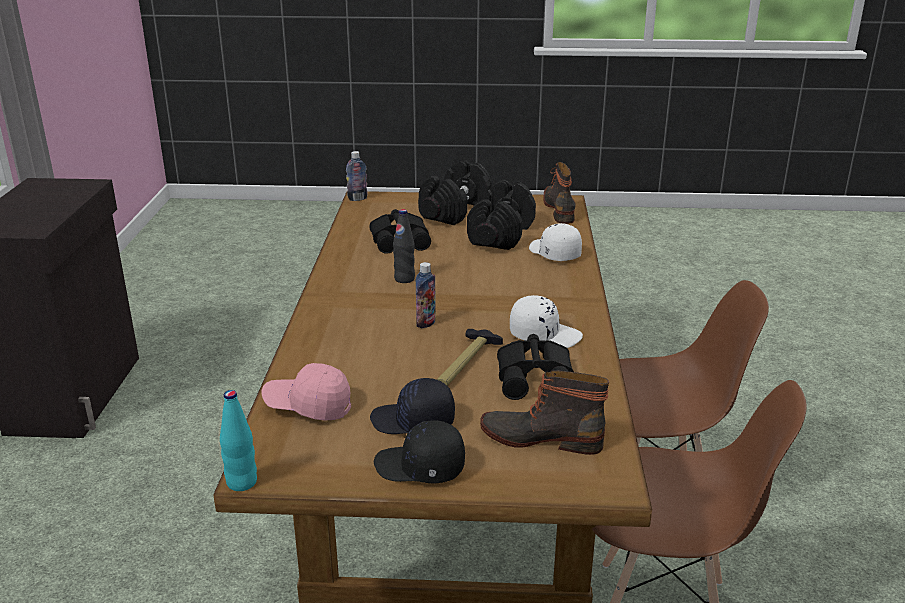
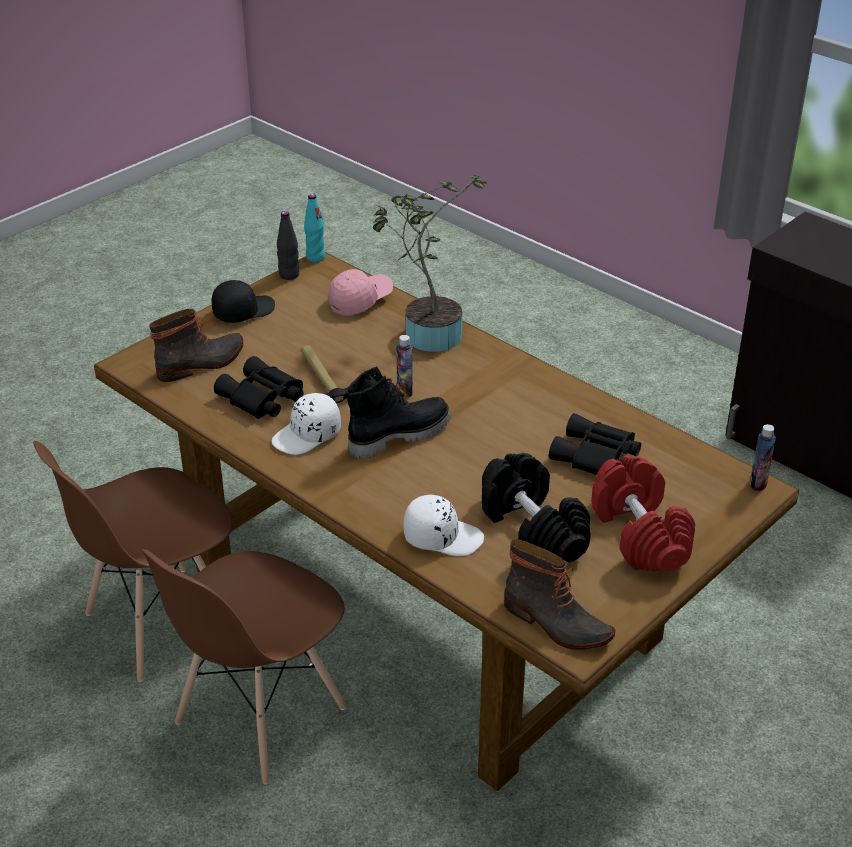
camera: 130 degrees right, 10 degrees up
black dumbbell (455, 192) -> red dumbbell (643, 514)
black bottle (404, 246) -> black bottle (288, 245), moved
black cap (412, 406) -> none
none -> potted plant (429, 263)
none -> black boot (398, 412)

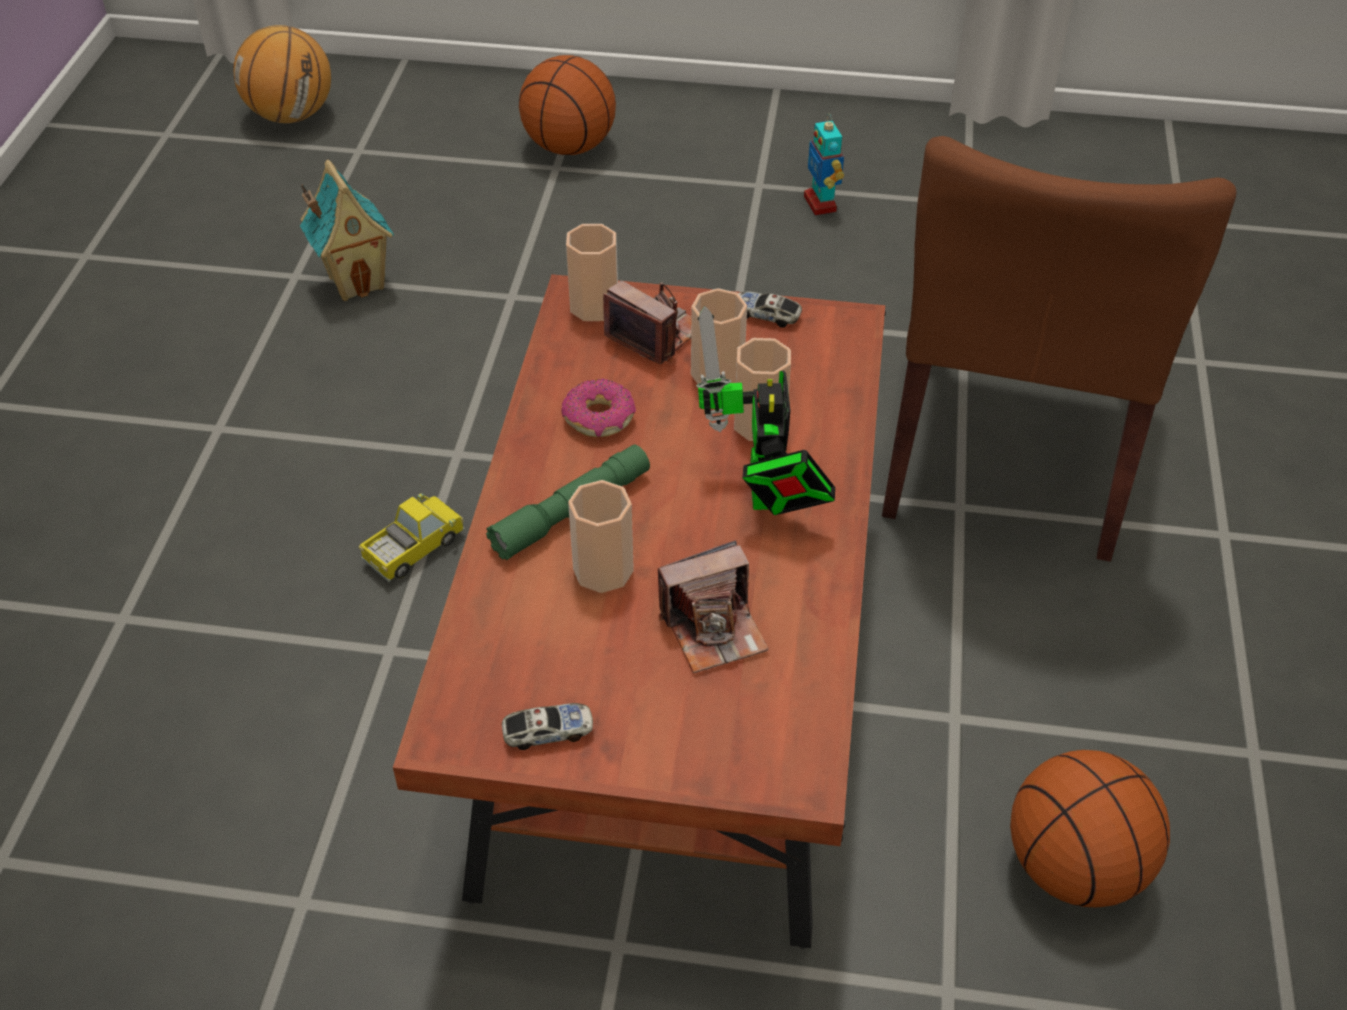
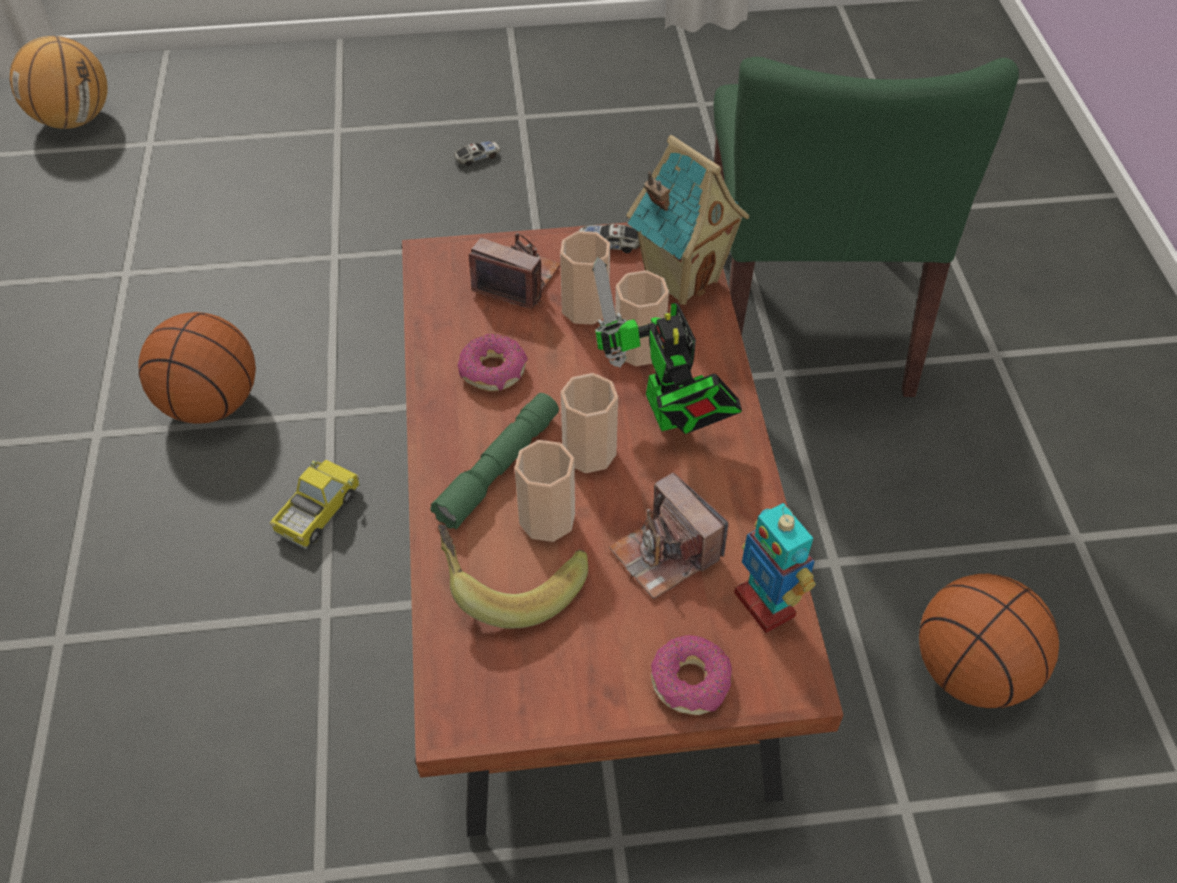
camera: 15 degrees left, 5 degrees up
basketball (567, 105) -> basketball (197, 368), moved
toy robot (824, 164) -> toy robot (775, 568), moved
brown chair (1059, 349) -> green chair (866, 227)
toy house (347, 230) -> toy house (687, 220), moved
cup (592, 272) -> cup (589, 423), moved
photo camera (713, 606) -> photo camera (669, 535), 90 degrees clockwise
toy car (547, 726) -> toy car (477, 153), moved
none -> banana (513, 576)
none -> donut (691, 675)

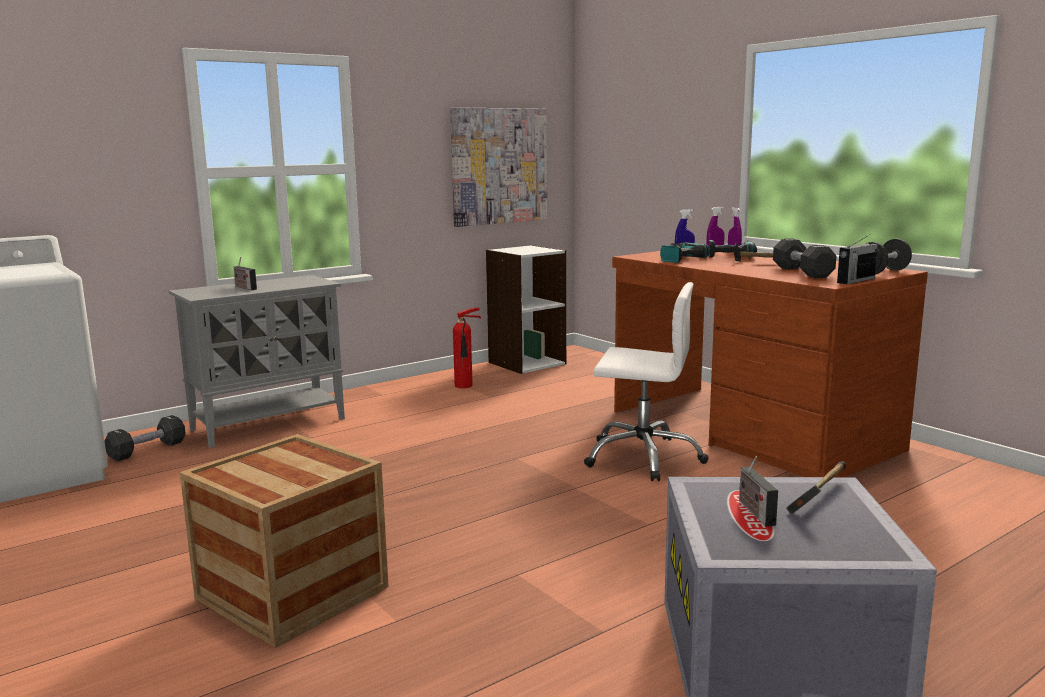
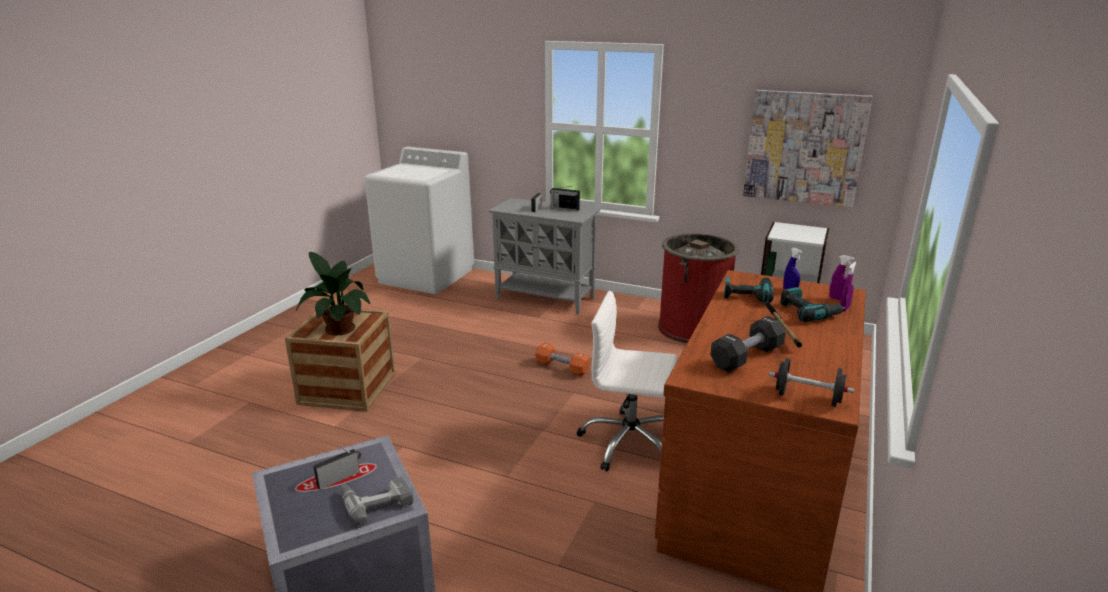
camera: 60 degrees right, 10 degrees up
radio (857, 259) -> radio (565, 198), moved
white office chair (646, 381) -> white office chair (627, 381), 120 degrees clockwise
fire extinguisher (467, 348) -> red trash can (698, 288)
black dumbbell (145, 438) -> none
hammer (816, 487) -> power drill (377, 501)
none -> potted plant (333, 294)
none -> orange dumbbell (562, 359)

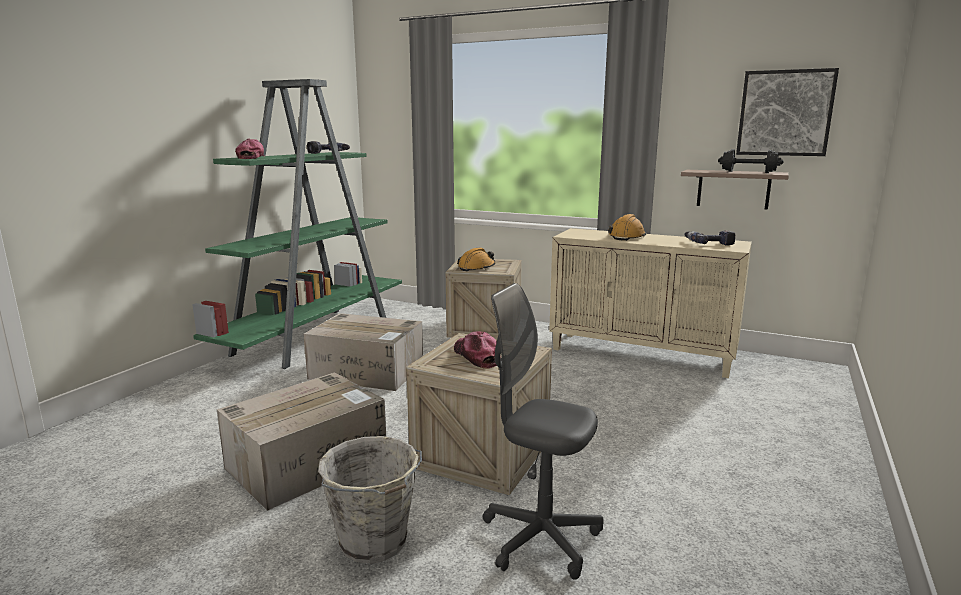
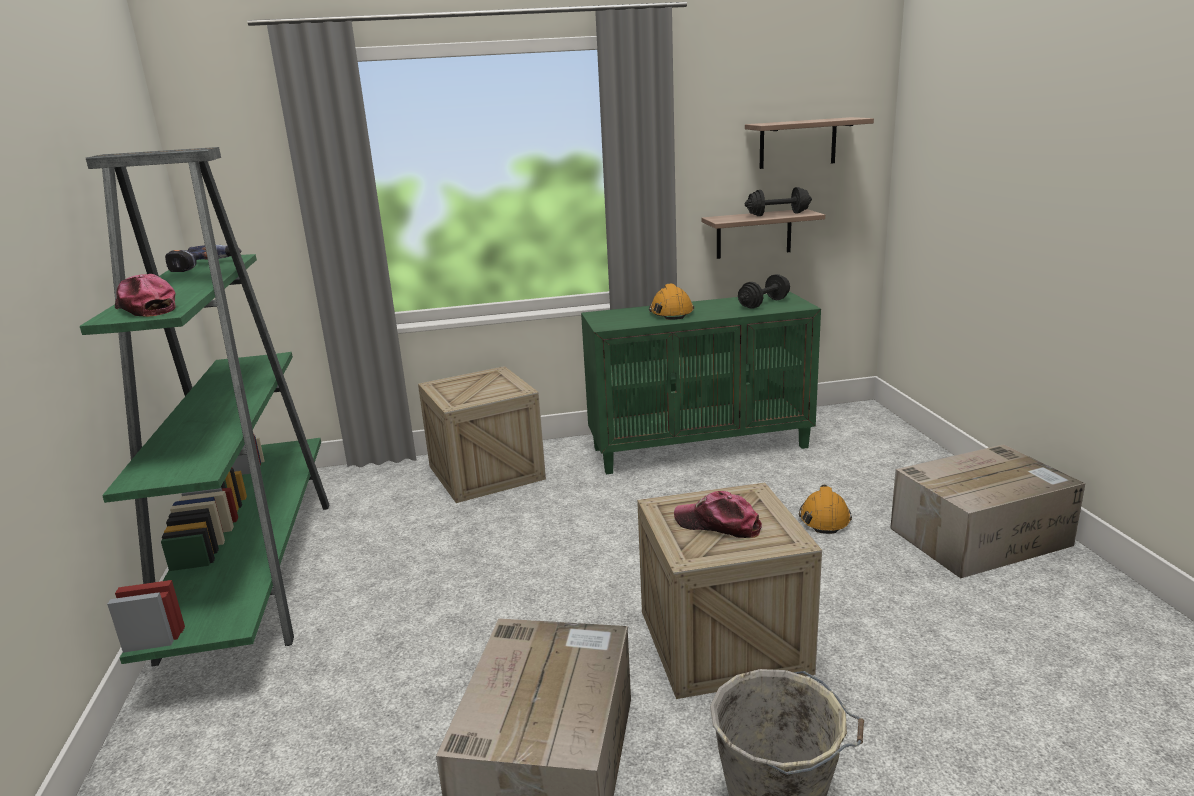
camera: 35 degrees left, 5 degrees up
picture (787, 112) -> shelf (809, 143)
beige cabinet (650, 303) -> green cabinet (701, 383)
power drill (710, 238) -> black dumbbell (764, 291)
orange hard hat (476, 259) -> orange hard hat (825, 509), moved
grey office chair (543, 431) -> none
cardboard box (363, 352) -> cardboard box (987, 511), moved

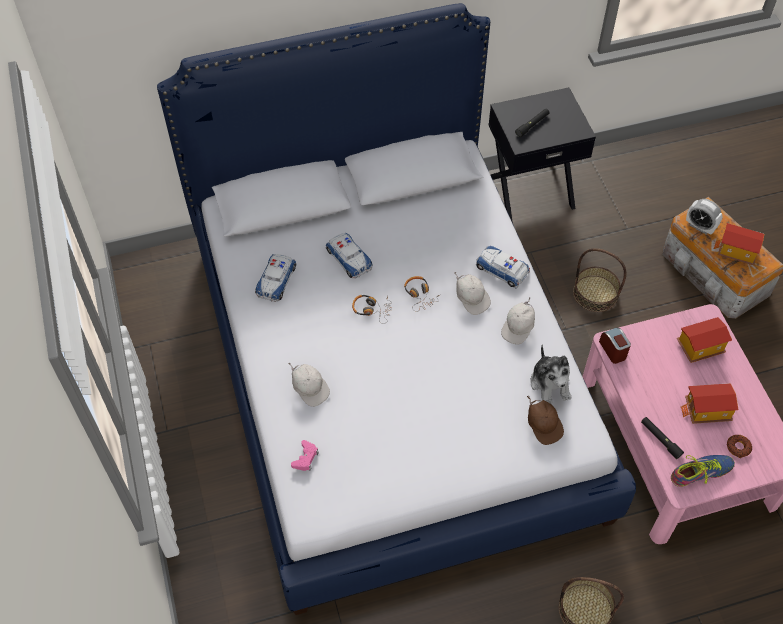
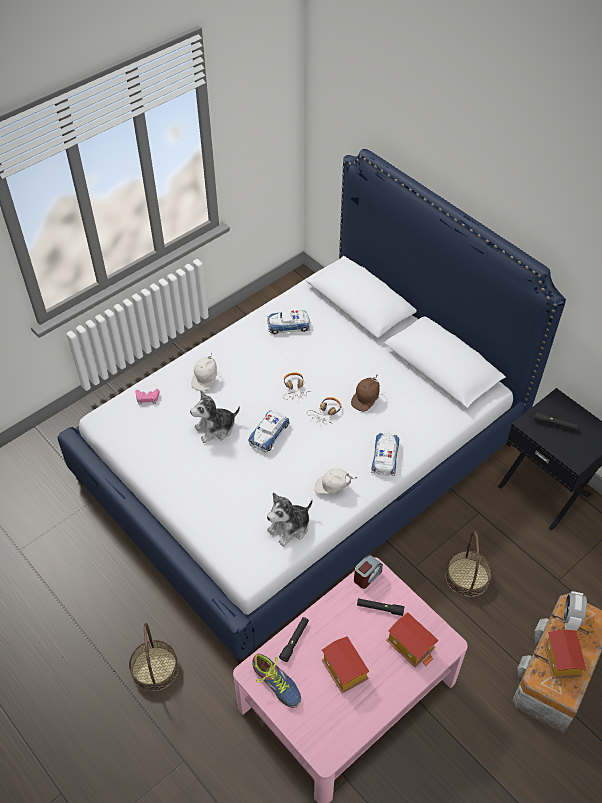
camera: 65 degrees right, 5 degrees down
toy car (349, 256) -> toy car (269, 431), moved
white cap (472, 293) -> none
brown cap (545, 420) -> brown cap (365, 393), moved
donut (739, 446) -> none
none -> plush toy (215, 417)
none -> black flashlight (381, 607)

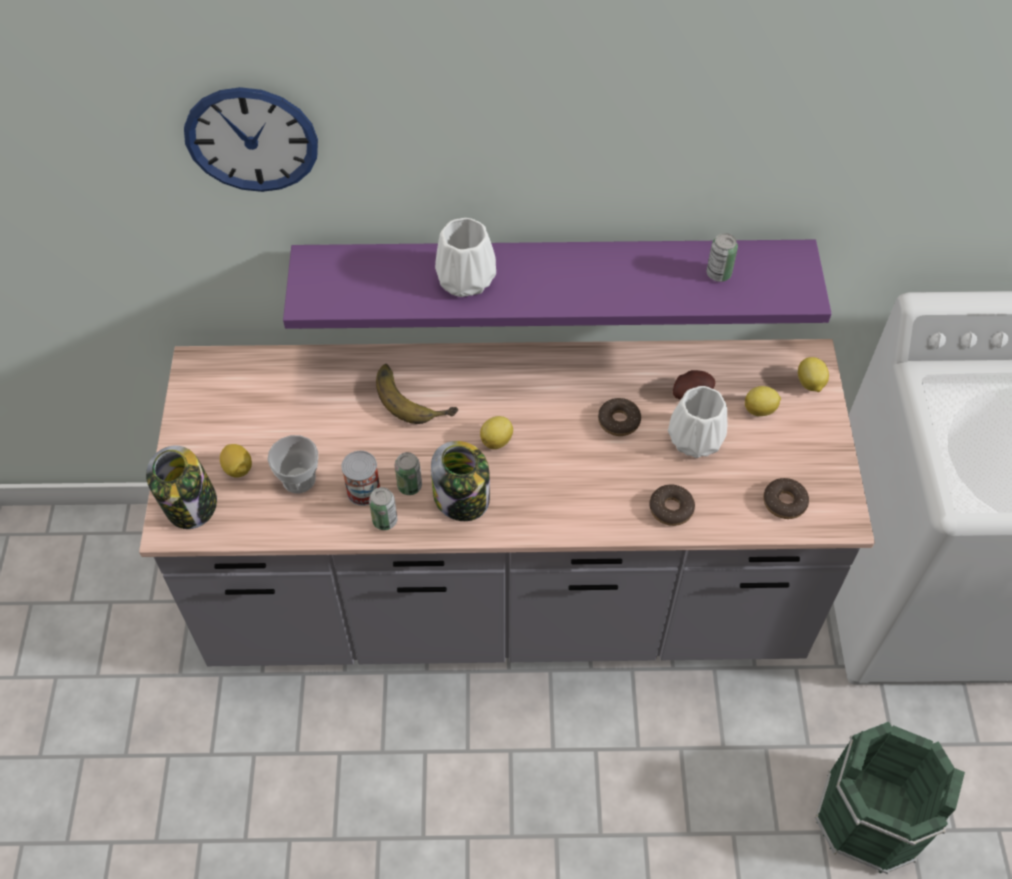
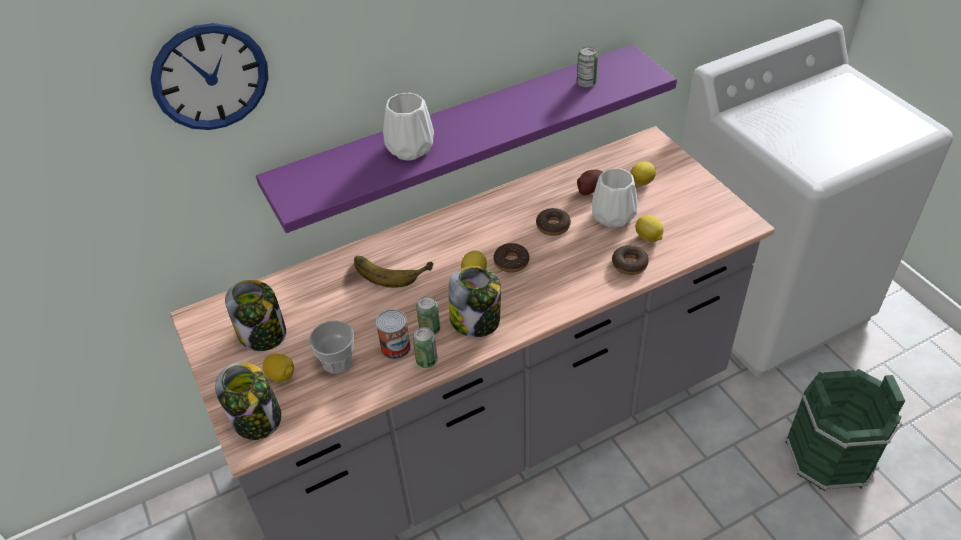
camera: 25 degrees left, 10 degrees down
lemon (813, 374) -> lemon (650, 228), moved
donut (786, 498) -> donut (511, 258), moved
none -> jar (255, 315)

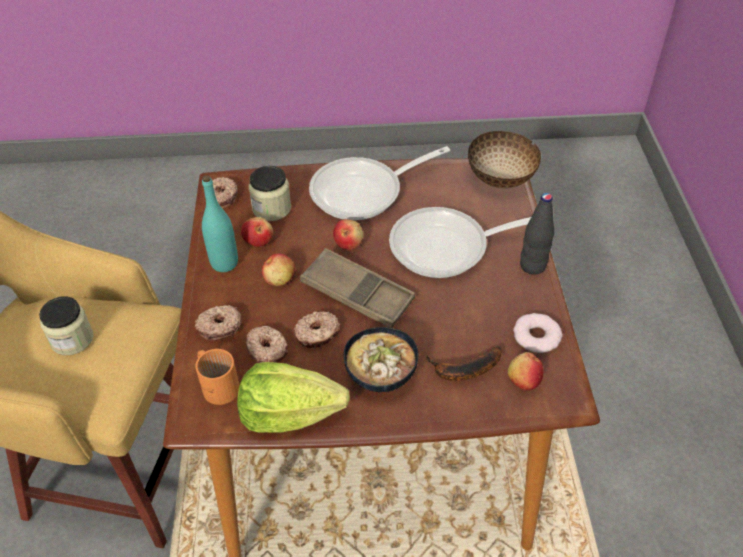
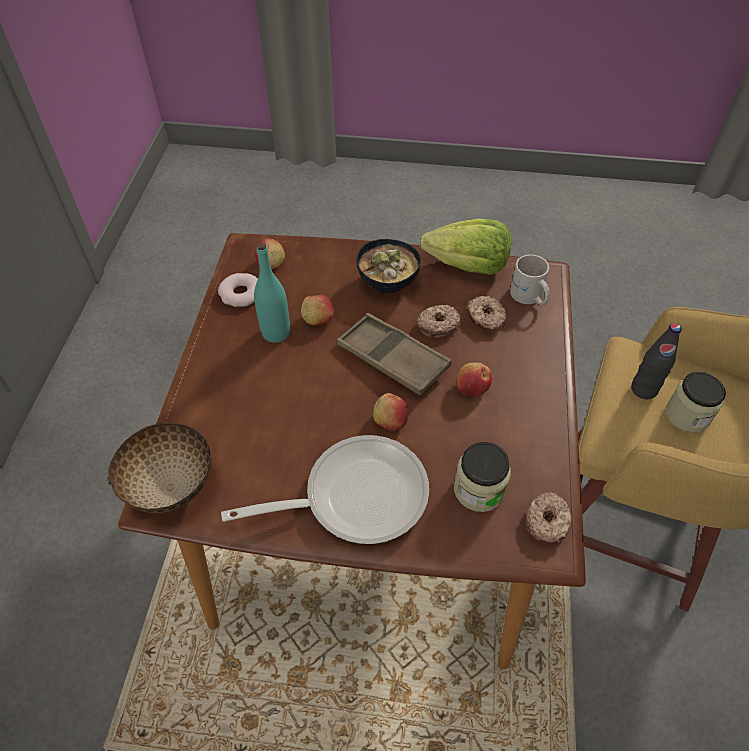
camera: 170 degrees left, 5 degrees up
turquoise bottle (220, 223) -> turquoise bottle (272, 293), moved
black bottle (537, 234) -> black bottle (656, 361), moved
frying pan (460, 242) -> none
apple (257, 232) -> apple (317, 310), moved
donut (218, 323) -> none
banana (464, 363) -> none
orange mug (217, 377) -> white mug (530, 279)

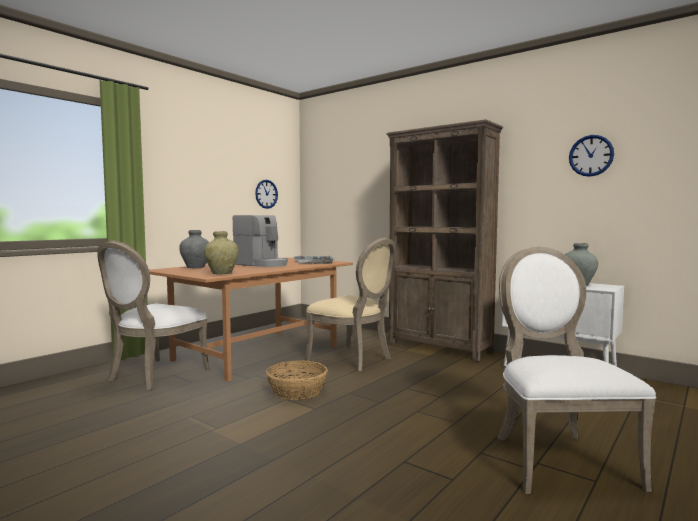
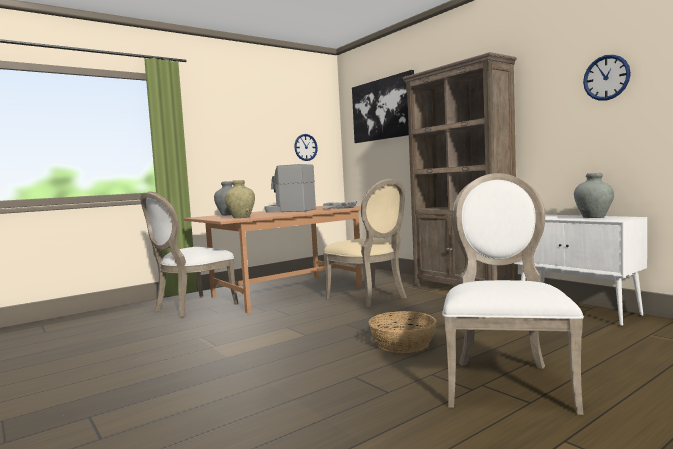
camera: 15 degrees right, 0 degrees up
coffee machine (260, 241) -> coffee machine (290, 188), 150 degrees clockwise
basket (297, 380) -> basket (402, 332), moved
none -> picture (383, 106)

